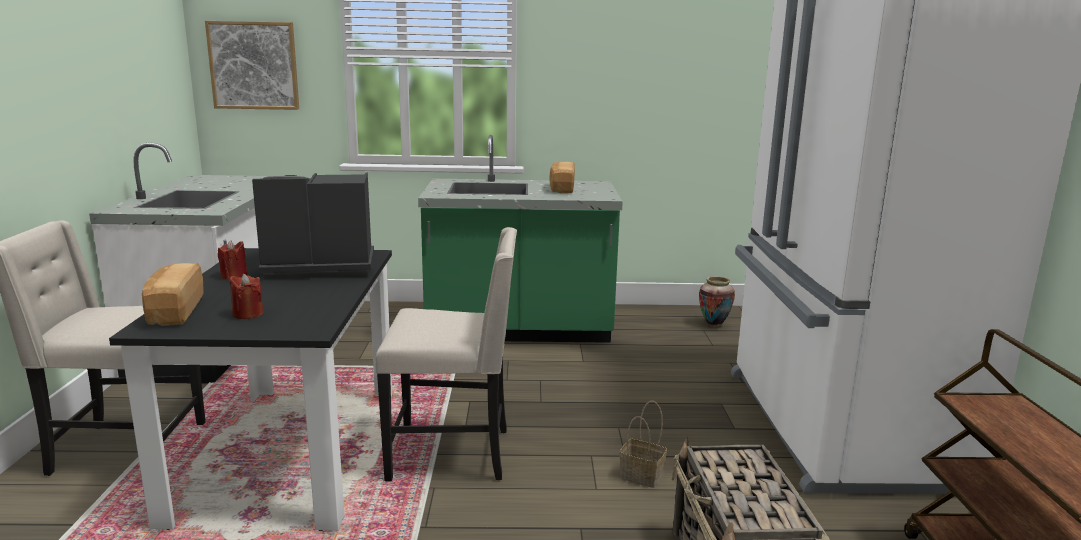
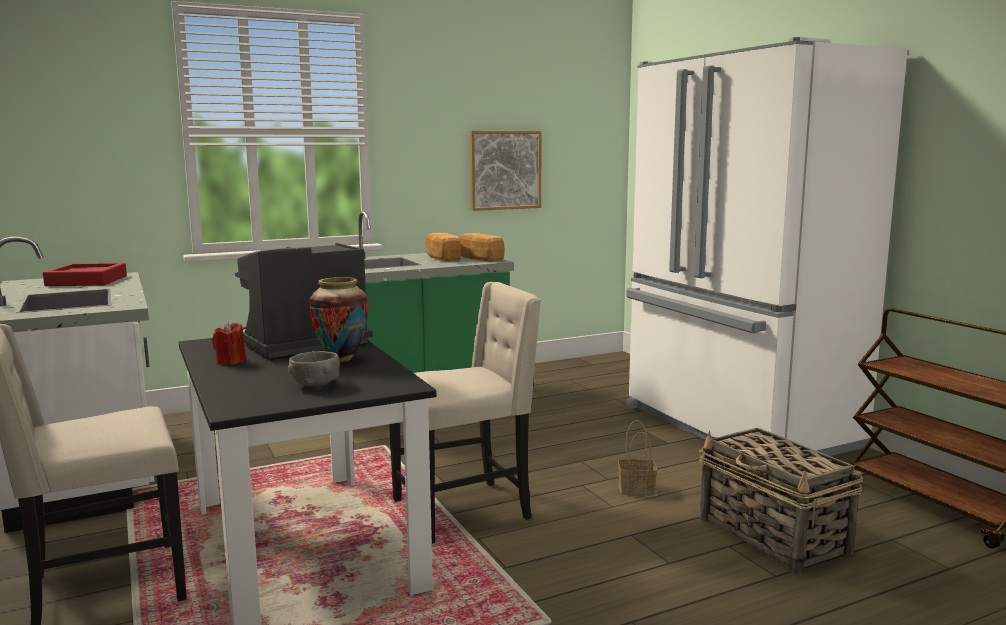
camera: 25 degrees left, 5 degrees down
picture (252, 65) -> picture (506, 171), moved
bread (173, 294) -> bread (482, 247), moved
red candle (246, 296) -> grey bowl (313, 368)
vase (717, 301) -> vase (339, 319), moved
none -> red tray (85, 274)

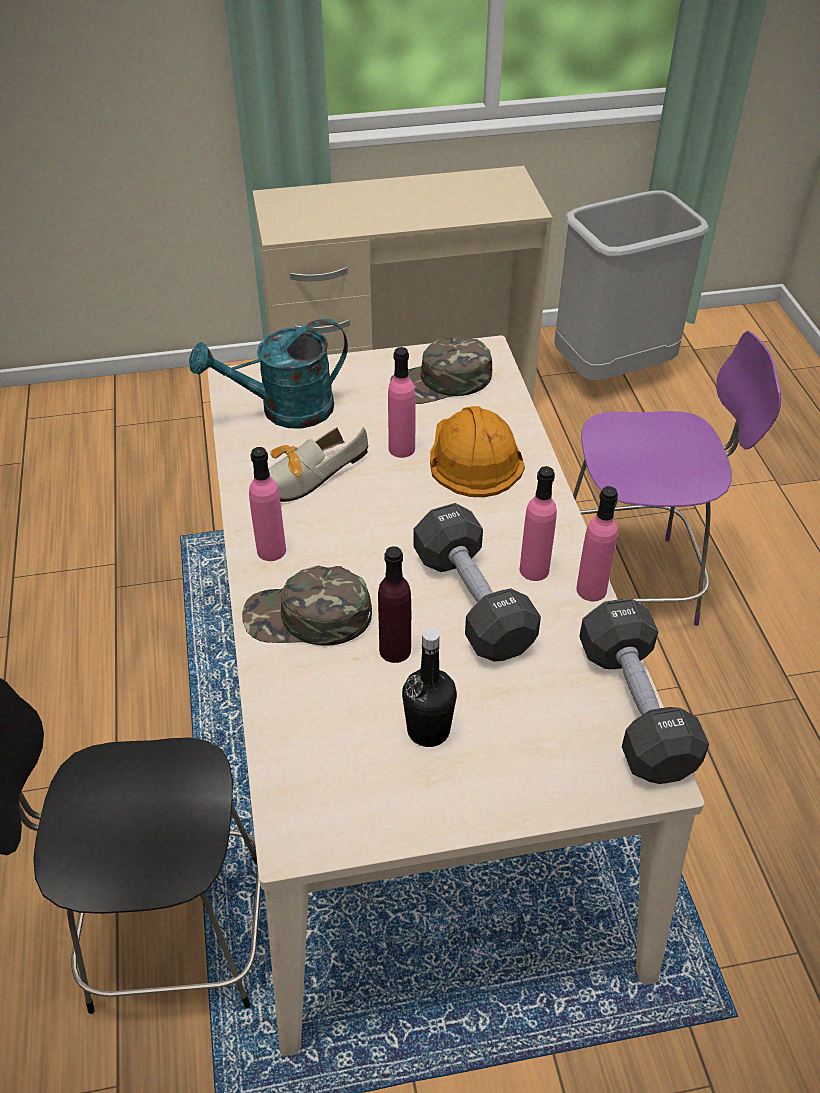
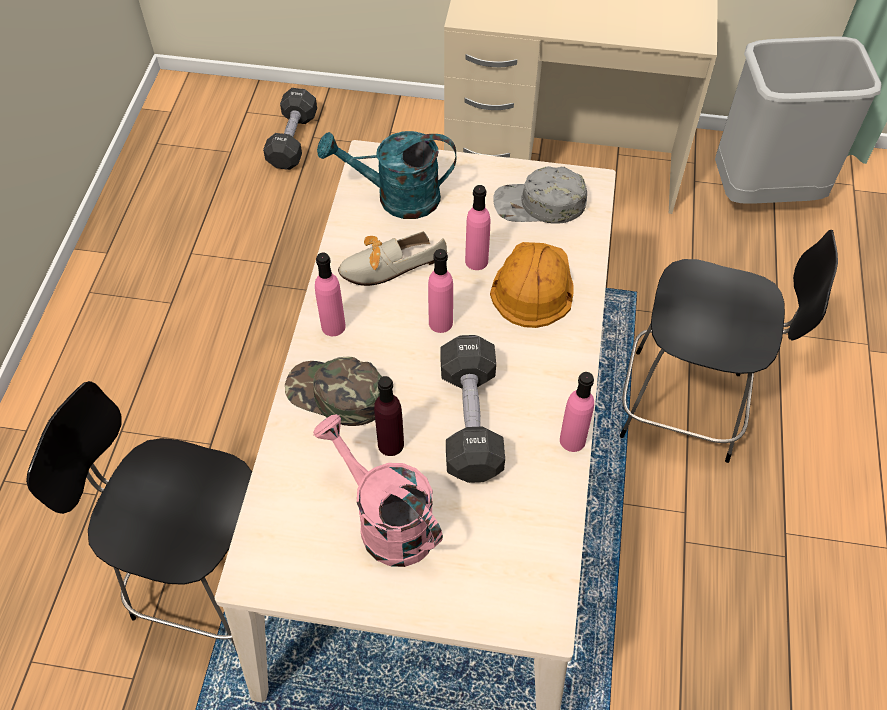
camera: 20 degrees right, 10 degrees up
purple chair (677, 478) -> black chair (729, 346)
green cap (441, 370) -> grey cap (540, 195)
pink bottle (538, 523) -> pink bottle (440, 291), moved
black dumbbell (644, 691) -> black dumbbell (290, 129), moved
black bottle (429, 687) -> pink watering can (378, 490)

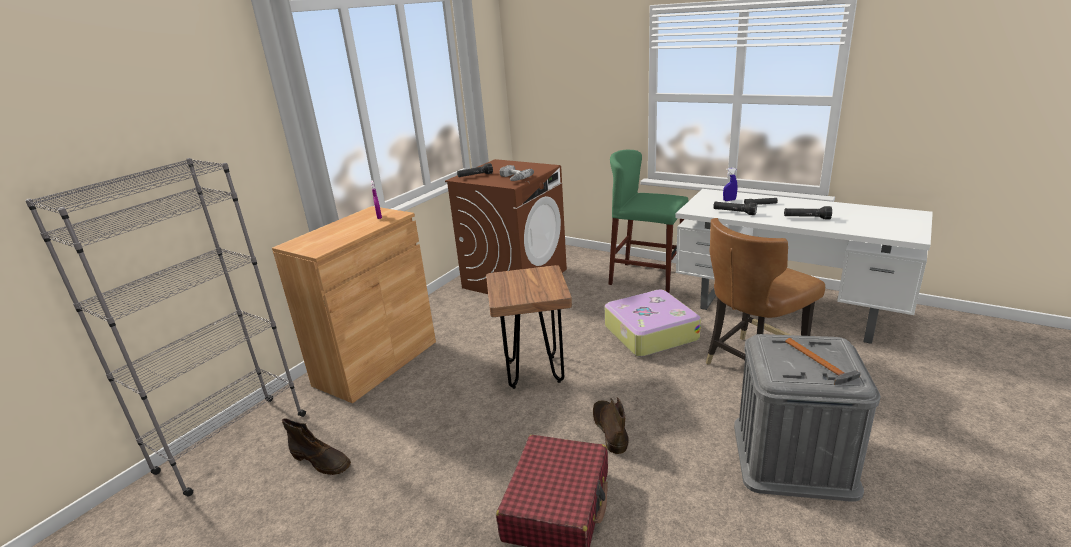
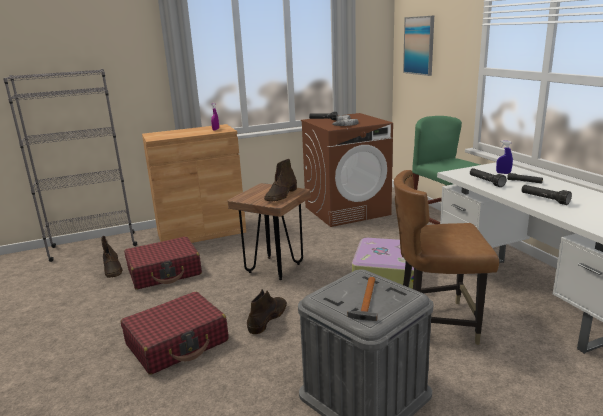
camera: 35 degrees right, 5 degrees down
none -> picture (418, 46)
none -> brown boot (280, 180)
none -> red suitcase (163, 263)

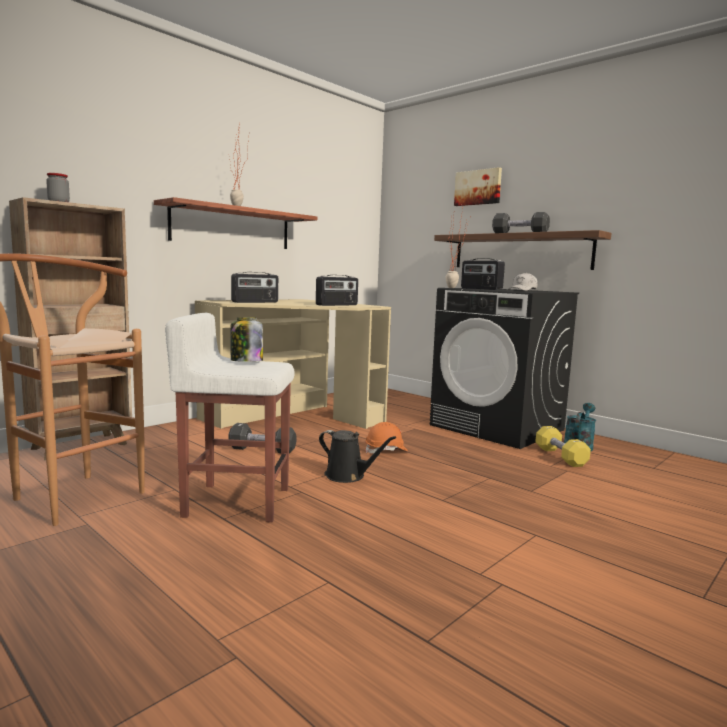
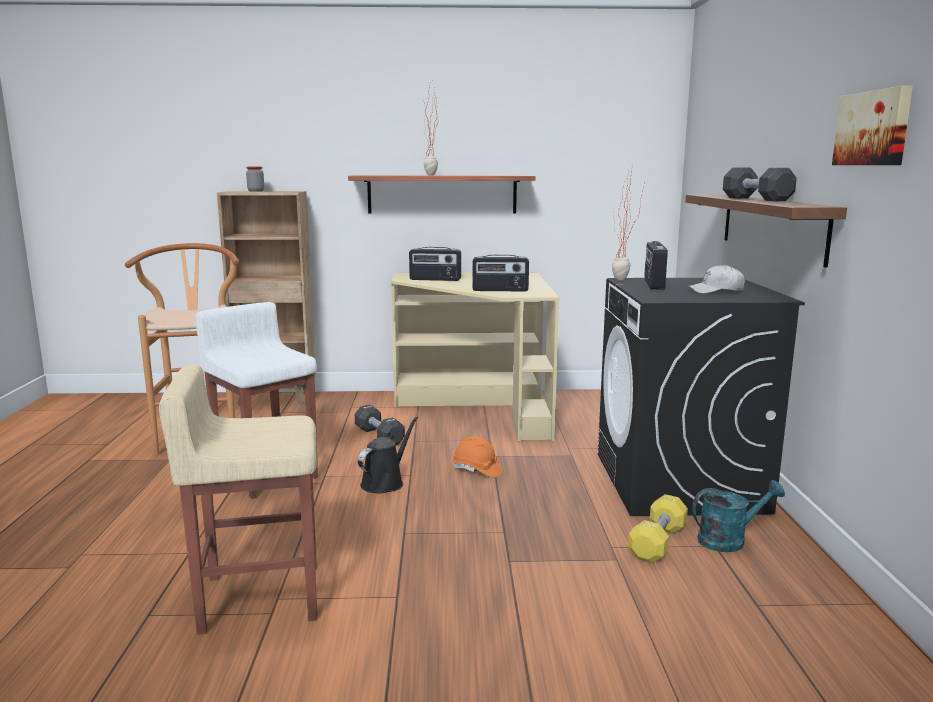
camera: 45 degrees right, 5 degrees up
picture (478, 186) -> picture (872, 125), moved
jar (246, 339) -> none
black watering can (357, 456) -> black watering can (388, 454), 135 degrees counterclockwise
none -> beige stool (238, 499)

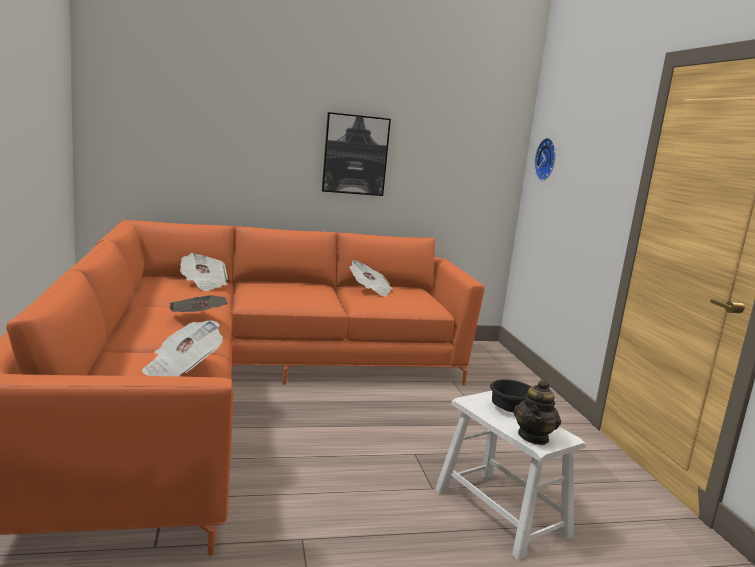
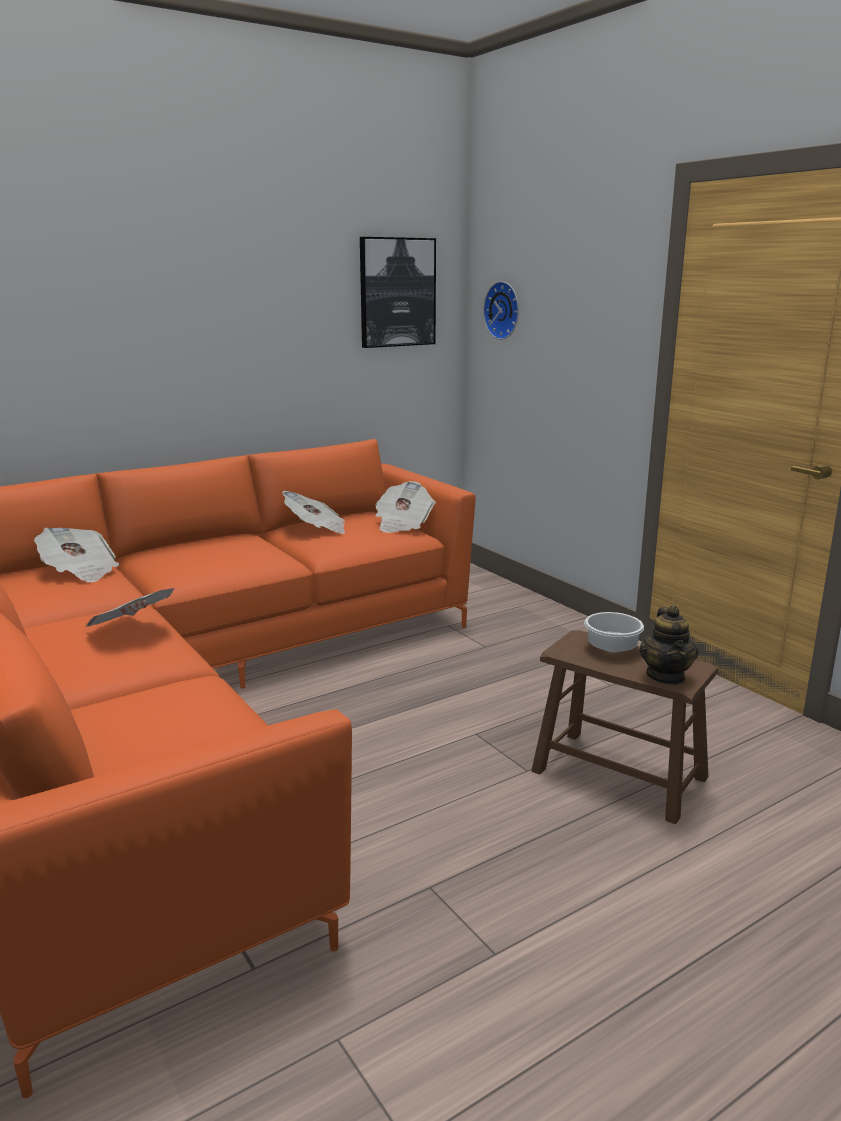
camera: 20 degrees left, 5 degrees up
picture (356, 154) -> picture (398, 292), moved
newspaper (182, 348) -> newspaper (405, 507), moved
black bowl (510, 395) -> white bowl (614, 632)
white stool (510, 475) -> brown stool (624, 727)

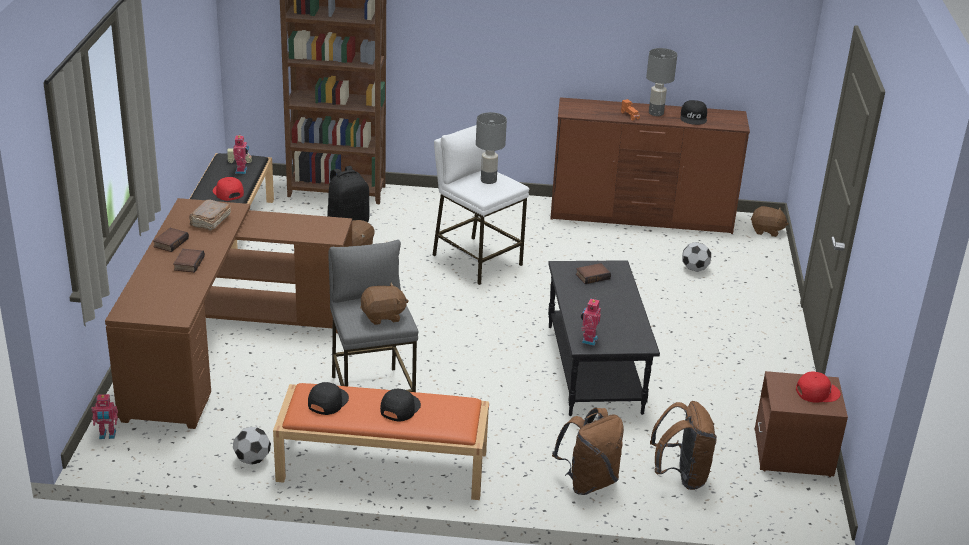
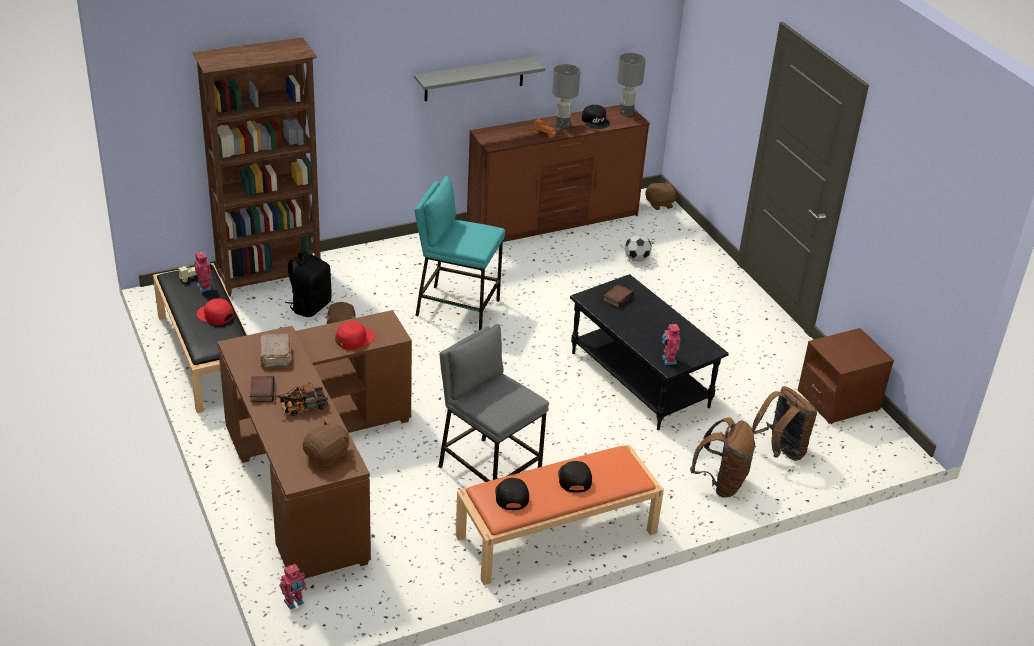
camera: 30 degrees left, 5 degrees up
grey table lamp (491, 148) -> grey table lamp (631, 84), moved
white stool (481, 205) -> turquoise stool (459, 253)
book (189, 261) -> toy truck (301, 399)
brown plush toy (384, 303) -> brown plush toy (326, 444), moved
red cap (818, 387) -> red cap (355, 335), moved
football (252, 446) -> none
none -> grey shelf (479, 79)

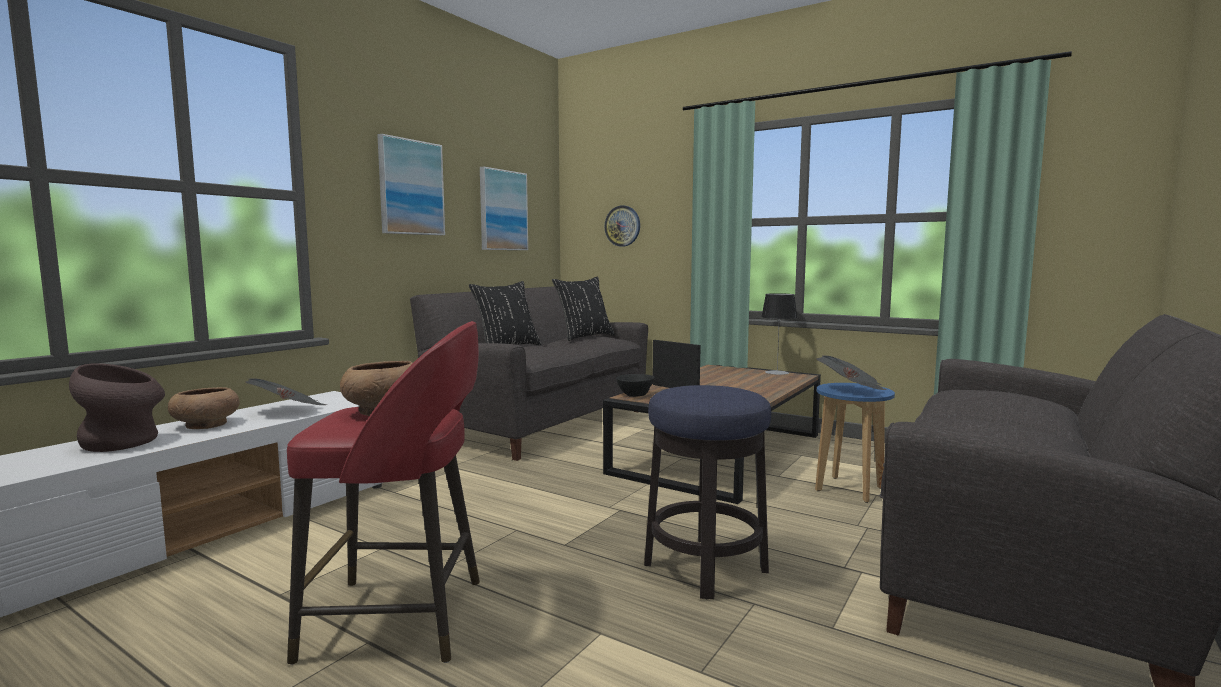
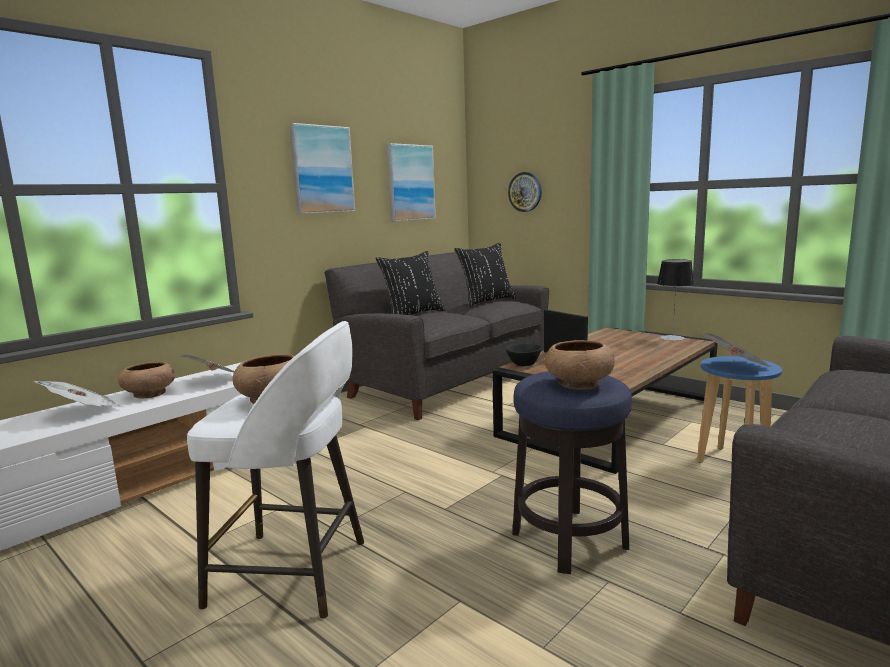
camera: 10 degrees right, 5 degrees up
red stool (383, 493) -> white stool (275, 470)
brown vase (117, 407) -> newspaper (78, 394)
none -> brown bowl (579, 365)

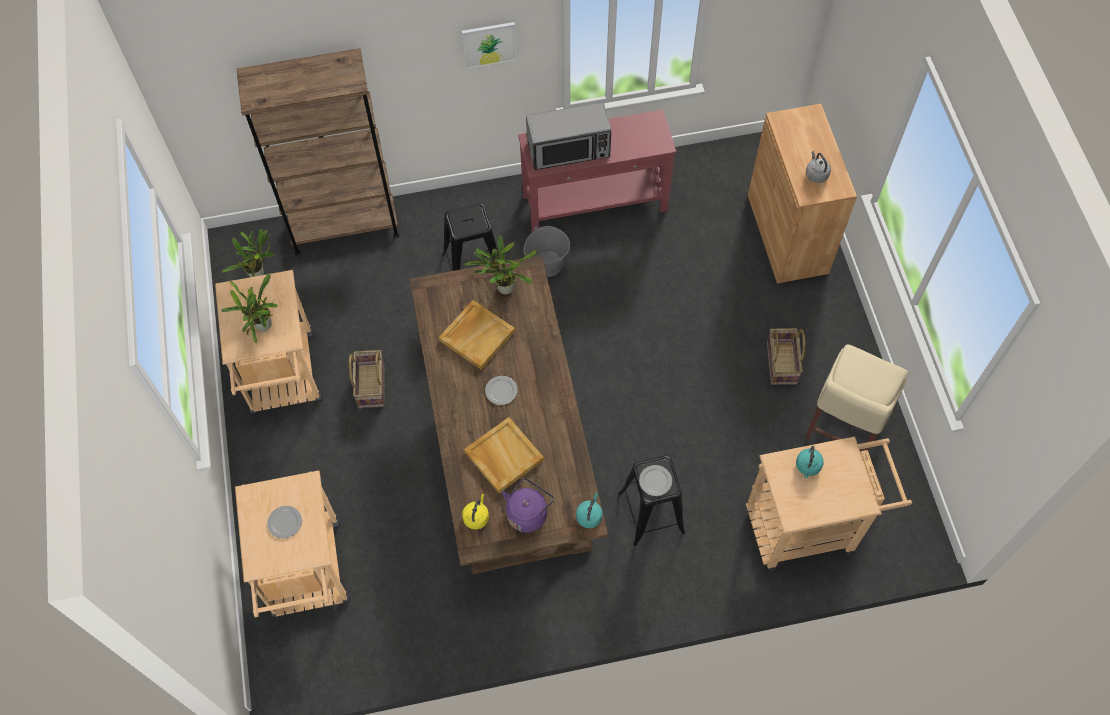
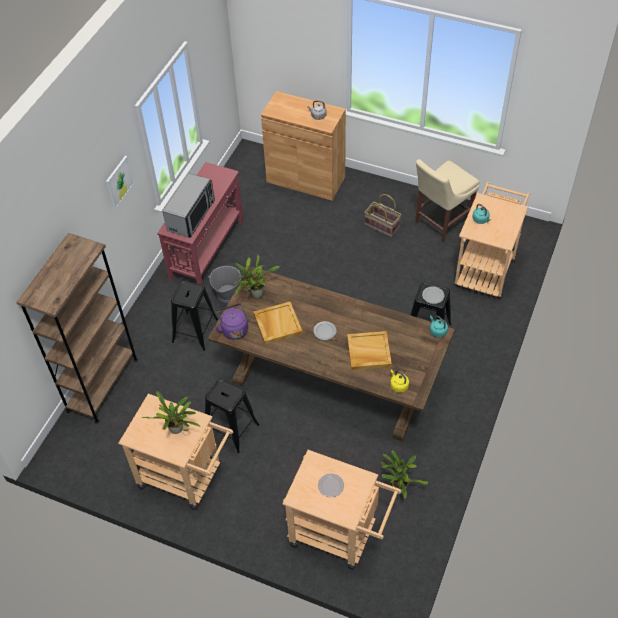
camera: 55 degrees left, 10 degrees down
potted plant (247, 253) -> potted plant (404, 474), moved
beige chair (856, 398) -> beige chair (447, 201), 75 degrees clockwise
basket (367, 379) -> black stool (232, 416)
purple kettle (528, 505) -> purple kettle (231, 321), moved

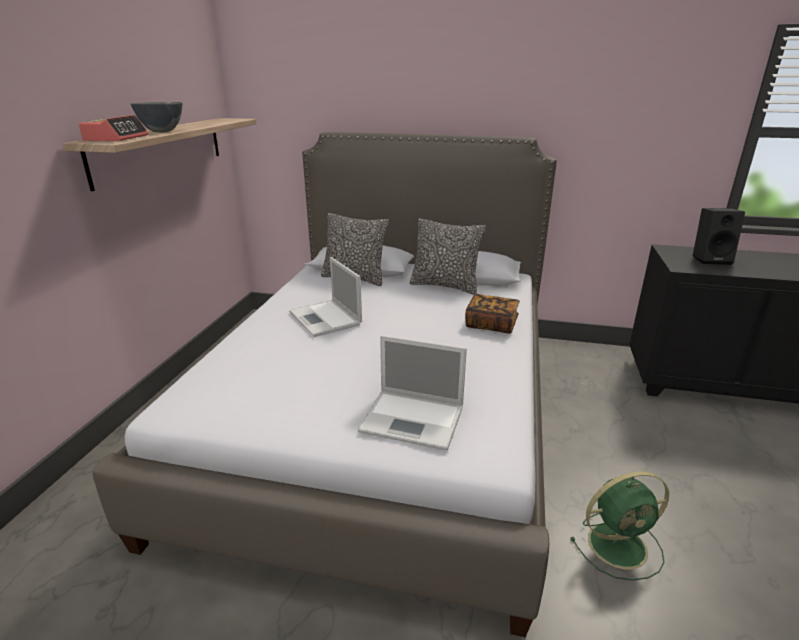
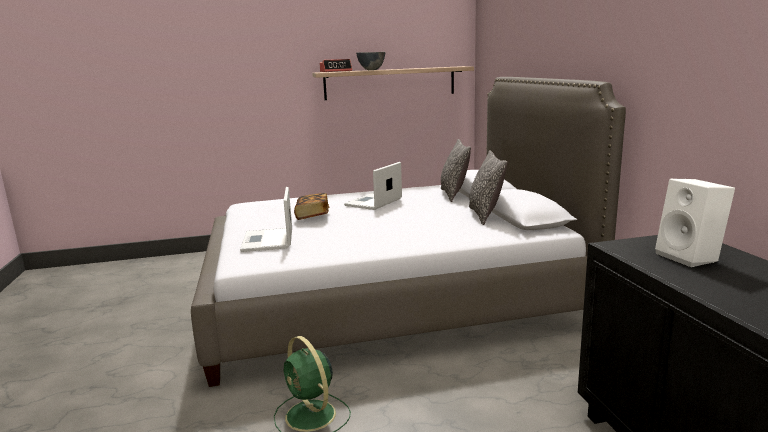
camera: 65 degrees right, 10 degrees down
black speaker (719, 236) -> white speaker (695, 223)
book (492, 314) -> book (311, 206), moved

